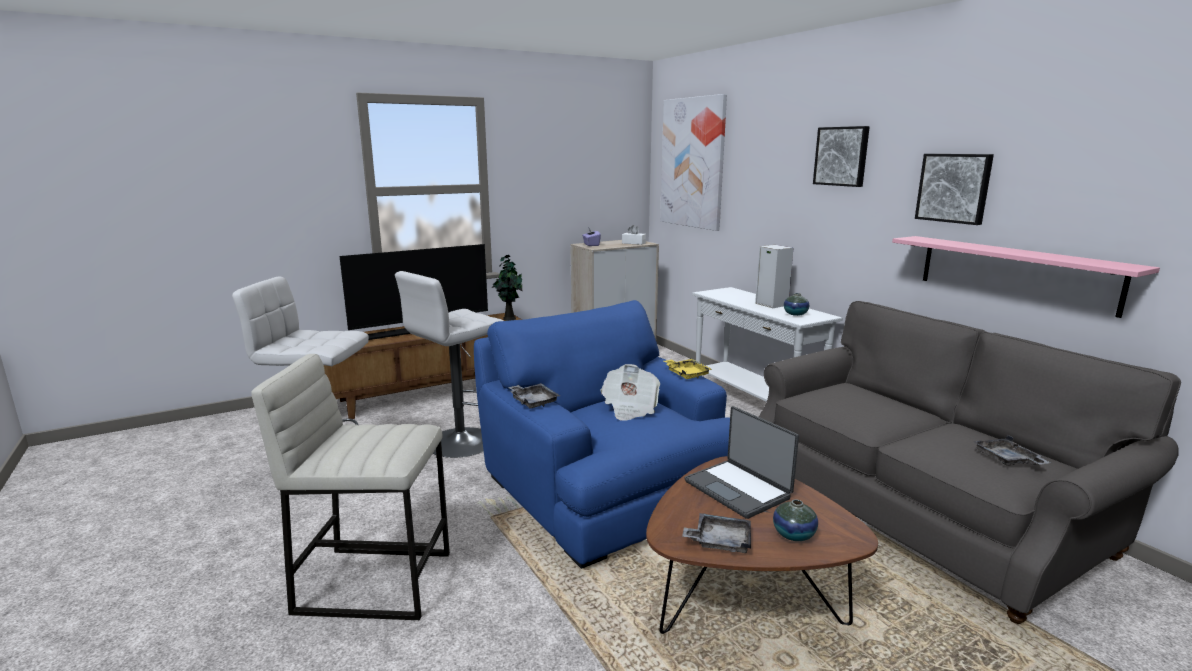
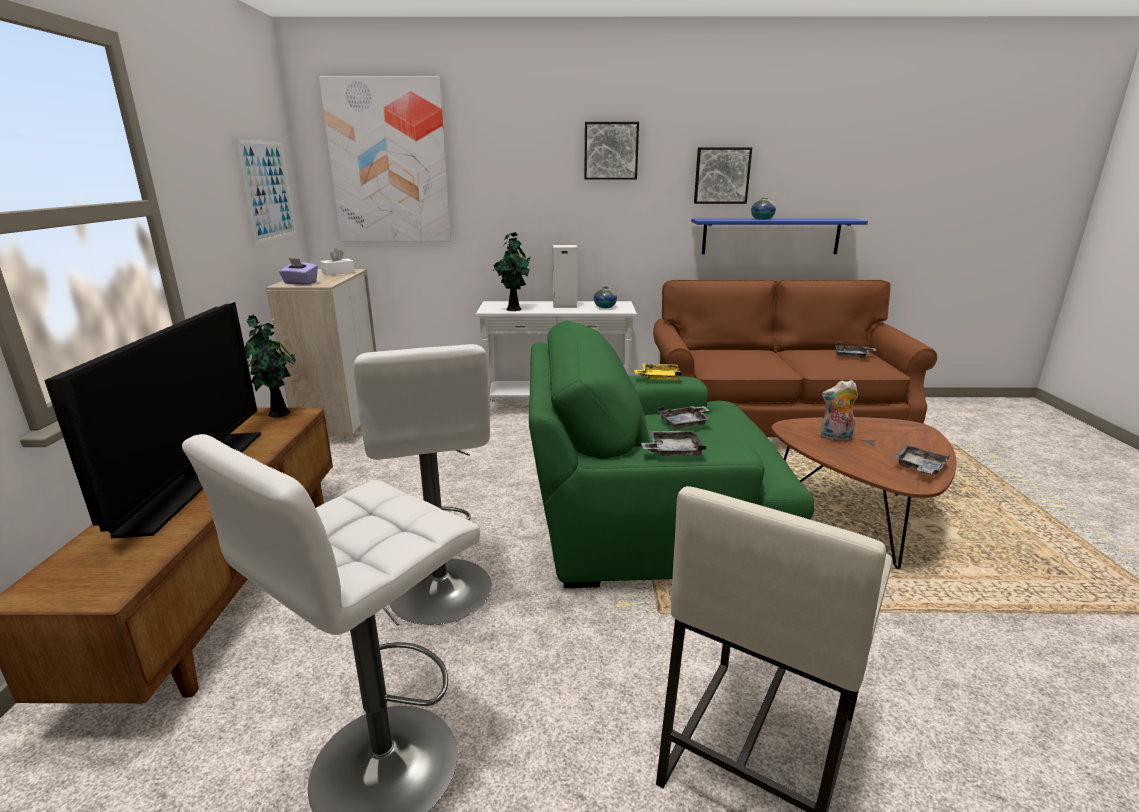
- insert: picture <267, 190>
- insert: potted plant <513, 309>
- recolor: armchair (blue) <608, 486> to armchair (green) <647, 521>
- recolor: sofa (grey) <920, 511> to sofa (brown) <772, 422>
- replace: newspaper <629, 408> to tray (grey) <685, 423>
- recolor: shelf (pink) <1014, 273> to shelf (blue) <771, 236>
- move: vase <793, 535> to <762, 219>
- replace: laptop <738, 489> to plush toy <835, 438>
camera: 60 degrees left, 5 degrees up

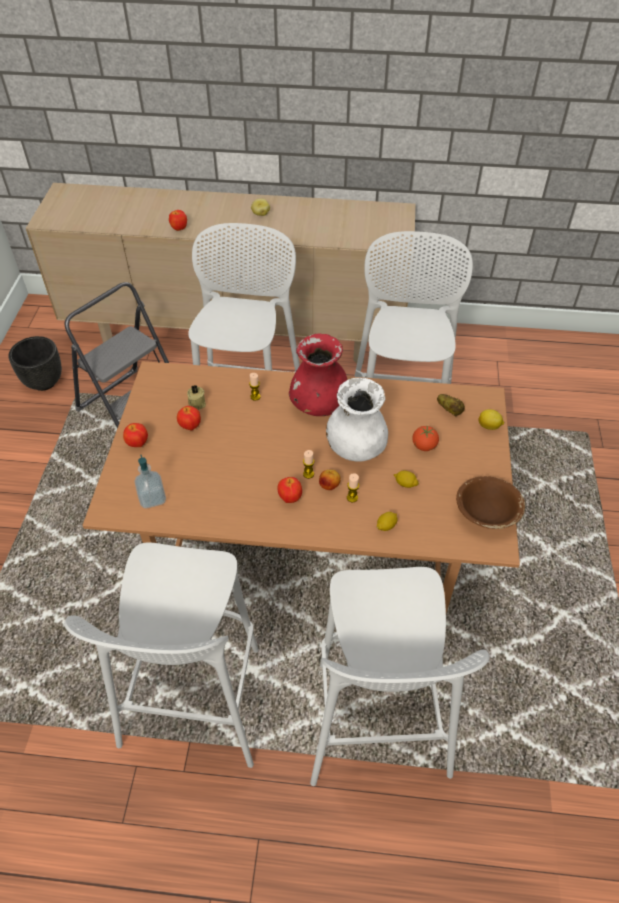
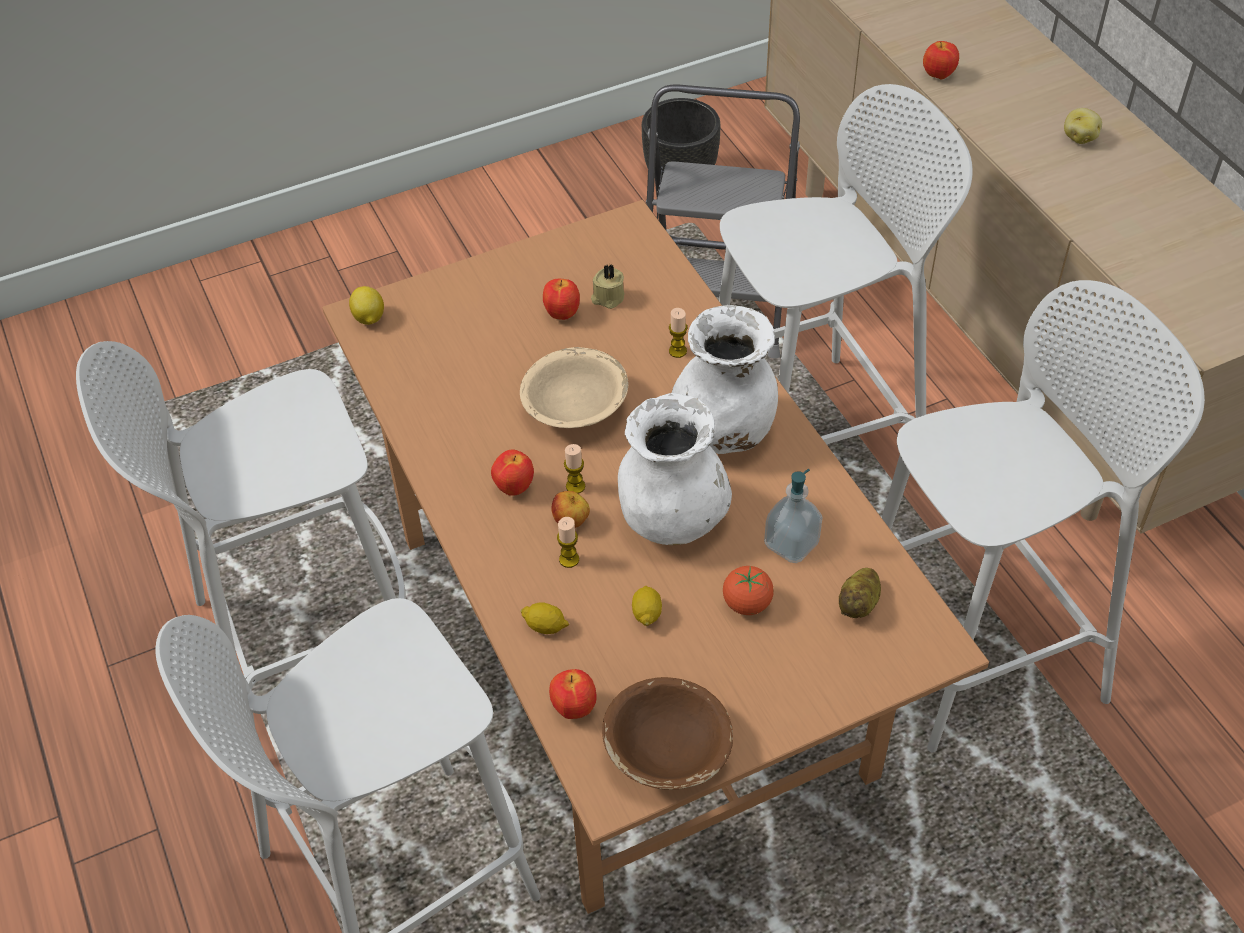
- move: lemon <489, 426> to <369, 318>
- insert: bowl (beige) <575, 408>
- move: apple <137, 444> to <573, 708>
- recolor: vase (red) <319, 405> to vase (white) <724, 431>
- move: soap dispenser <152, 498> to <791, 544>
camera: 60 degrees right, 0 degrees up

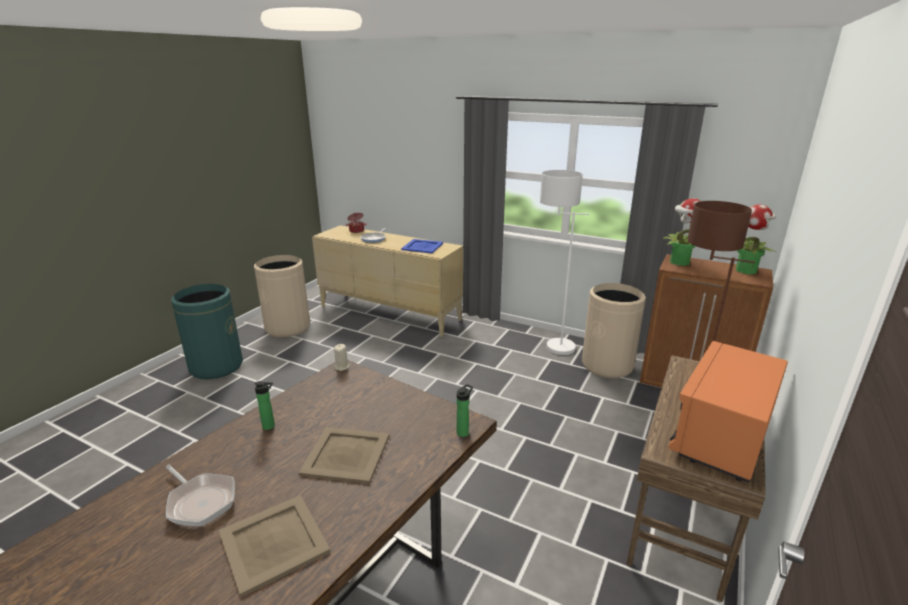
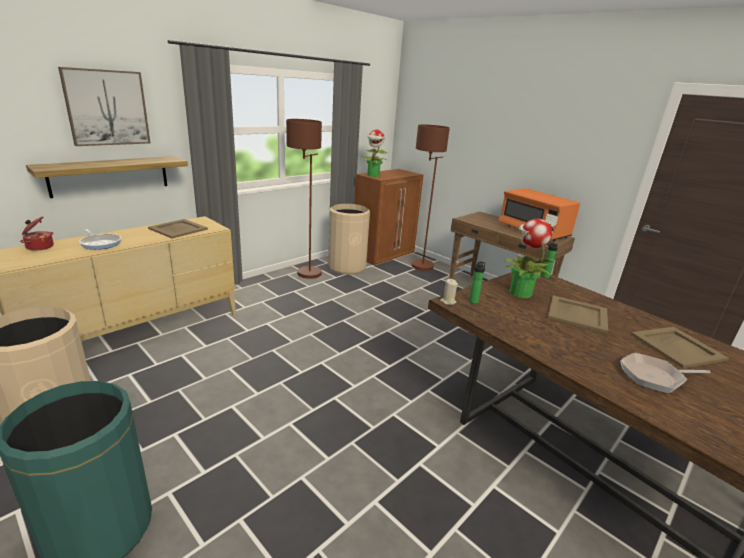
- insert: shelf <110, 176>
- insert: picture <107, 108>
- recolor: tray (blue) <422, 246> to tray (beige) <178, 229>
- recolor: floor lamp (white) <551, 347> to floor lamp (brown) <305, 276>
- move: bottle <270, 426> to <473, 301>
- move: potted plant <746, 270> to <520, 292>
- rotate: frying pan <200, 501> = <655, 377> 150 degrees counterclockwise
camera: 75 degrees left, 0 degrees up

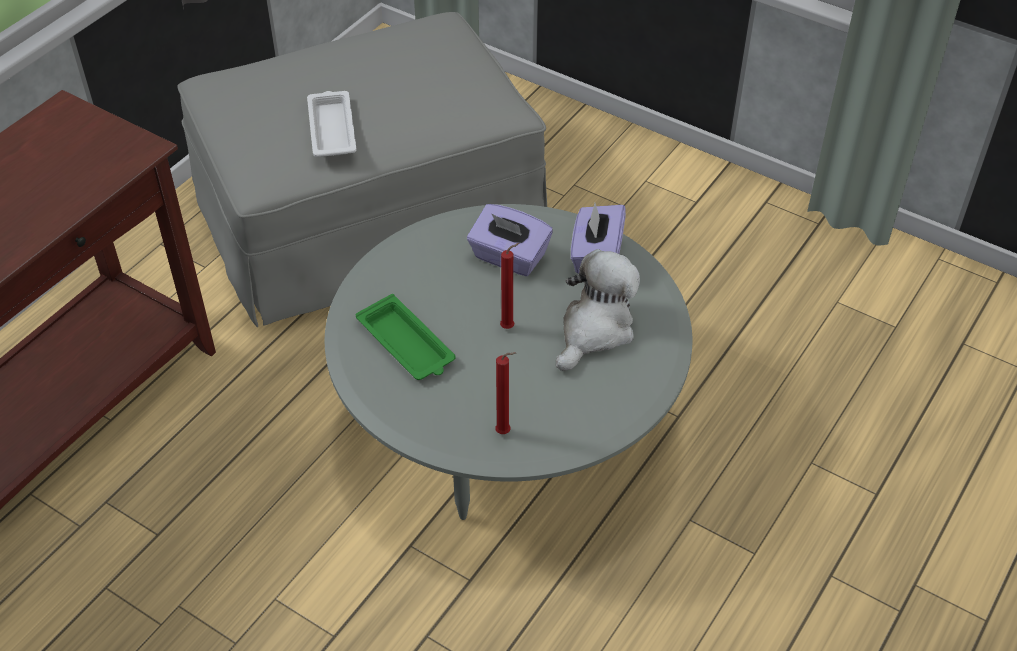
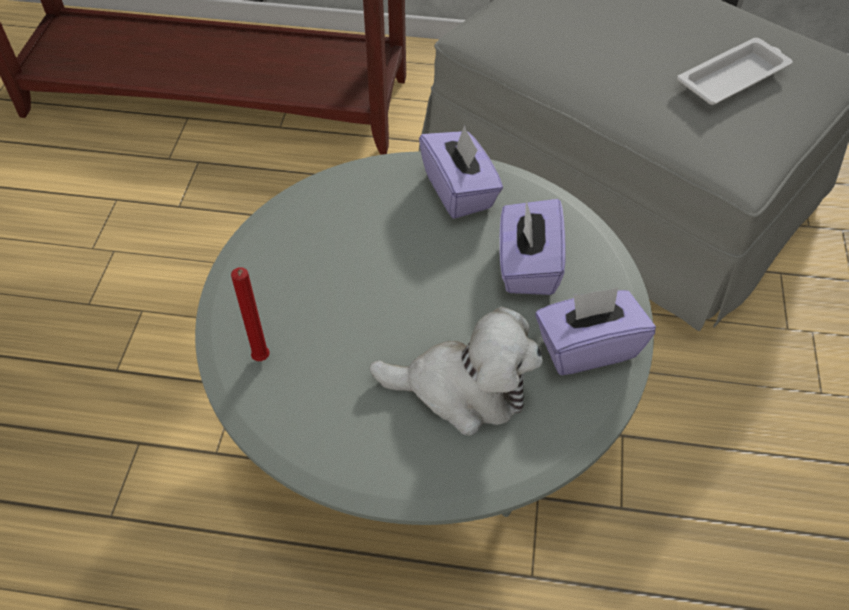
- insert: tissue box (purple) <459, 191>
- move: tray (white) <332, 128> to <734, 77>
- delete: tray (green) <407, 344>
- delete: candle (red) <509, 327>
camera: 65 degrees right, 5 degrees up

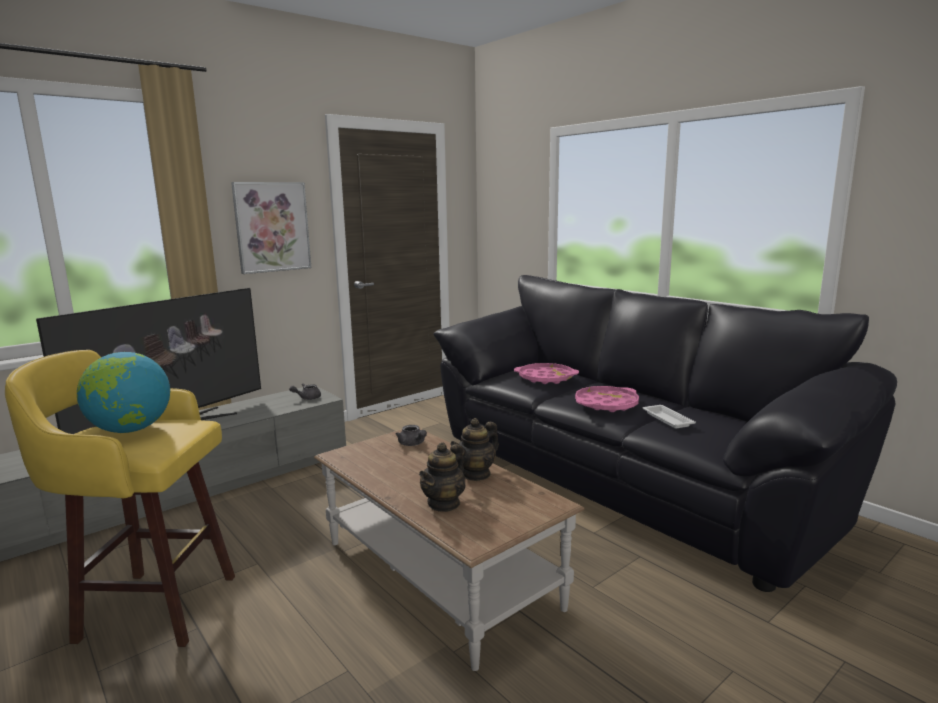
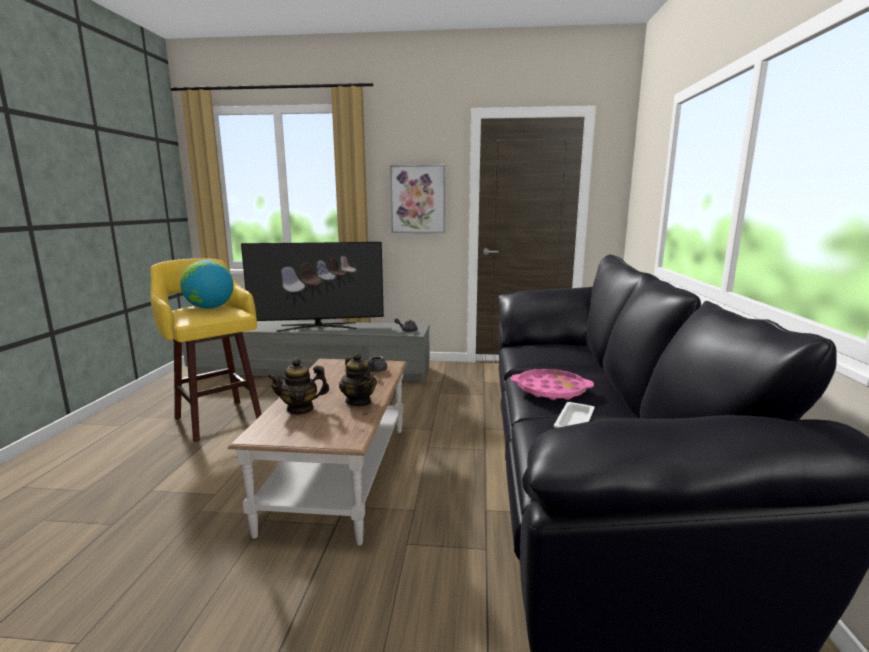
- rotate: teapot <476, 474> = <359, 401> 120 degrees counterclockwise
- delete: tray (pink) <545, 378>
camera: 45 degrees right, 0 degrees up

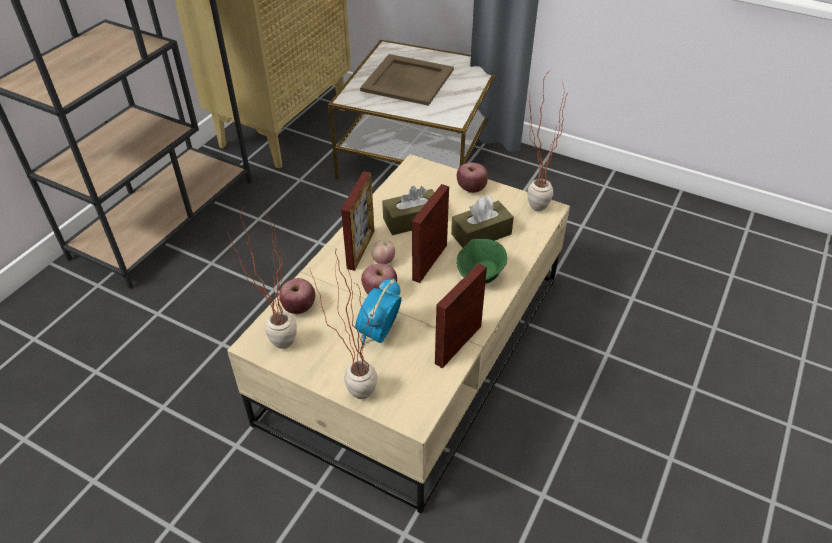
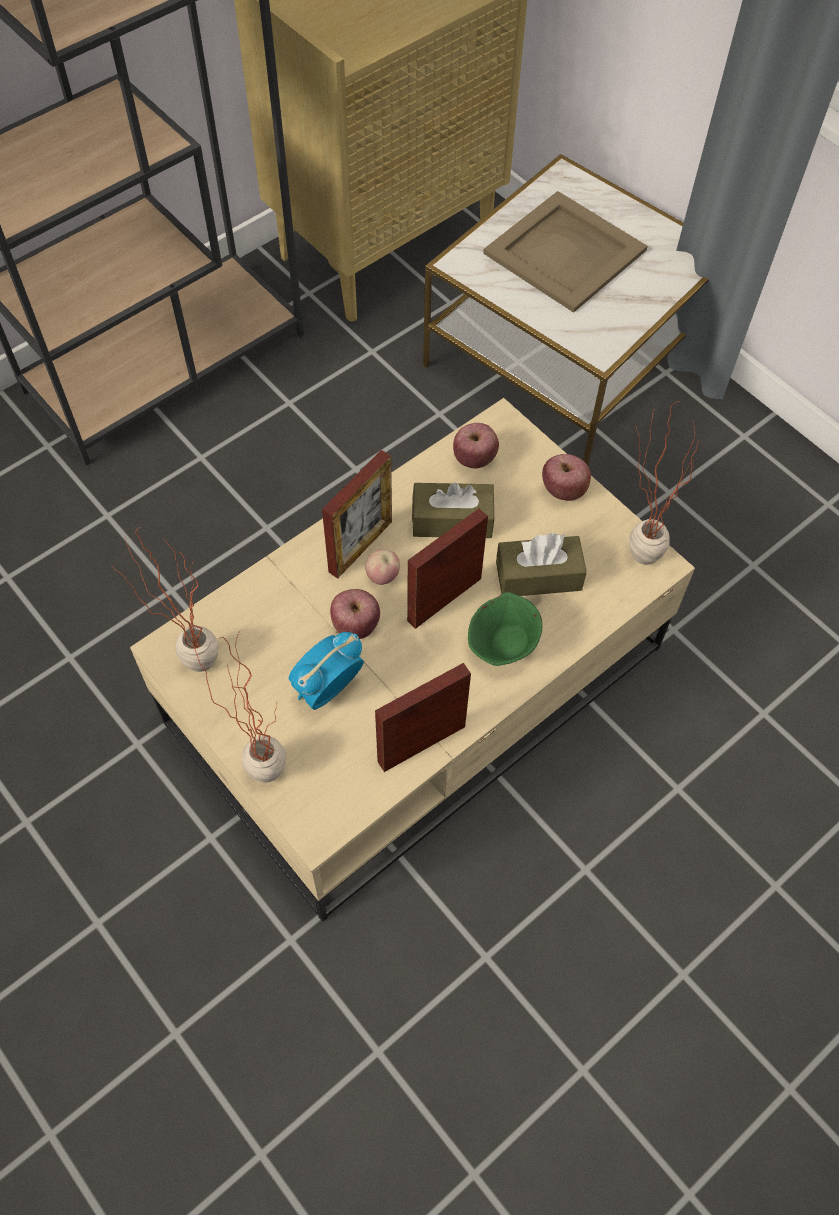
- move: apple <299, 307> to <474, 459>
camera: 20 degrees right, 15 degrees up

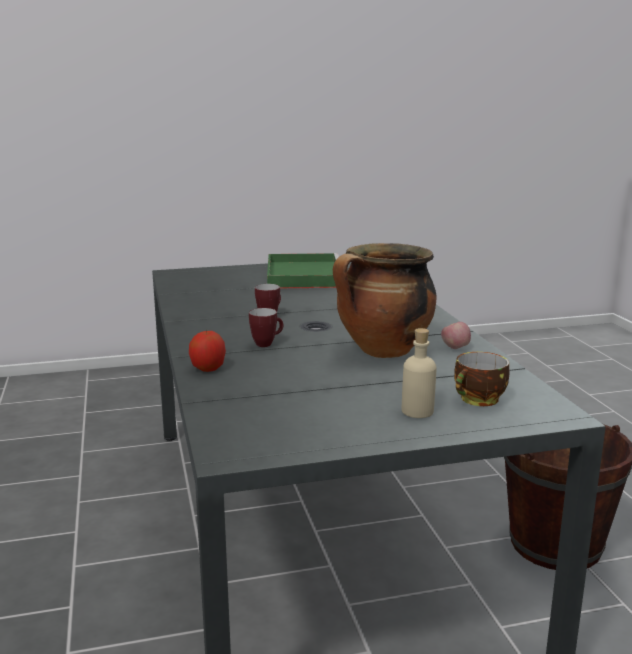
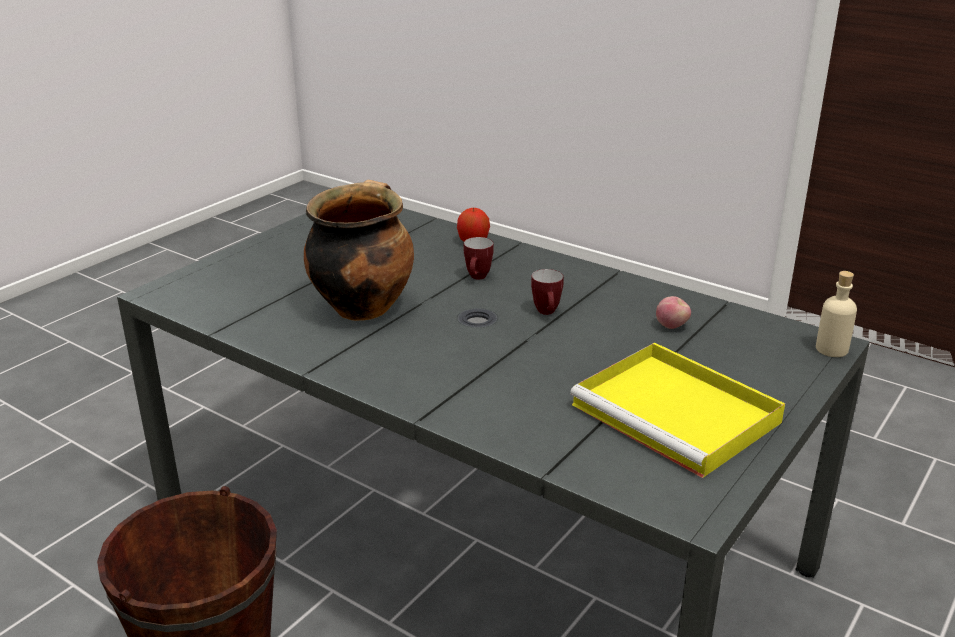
- recolor: tray (green) <303, 275> to tray (yellow) <679, 414>
- move: apple <455, 348> to <672, 326>
- move: bottle (beige) <417, 411> to <831, 349>
- delete: cup <479, 400>
camera: 140 degrees right, 10 degrees up

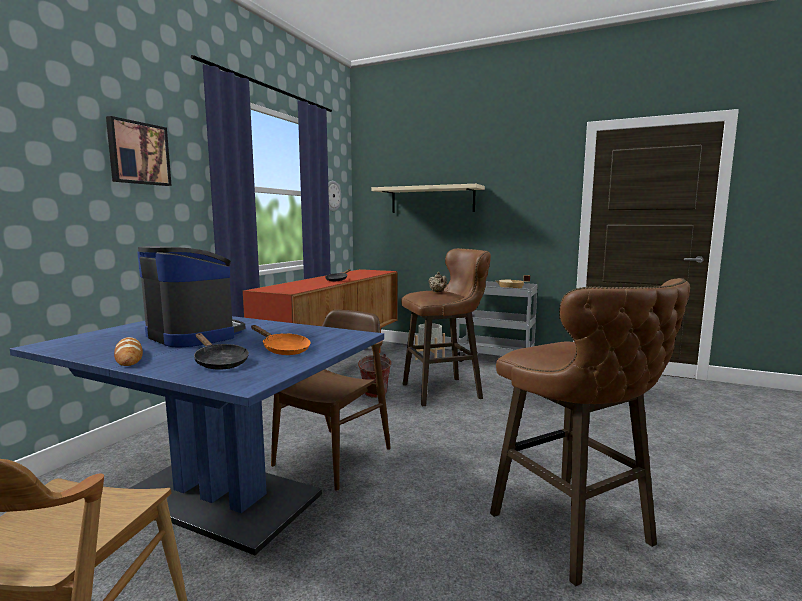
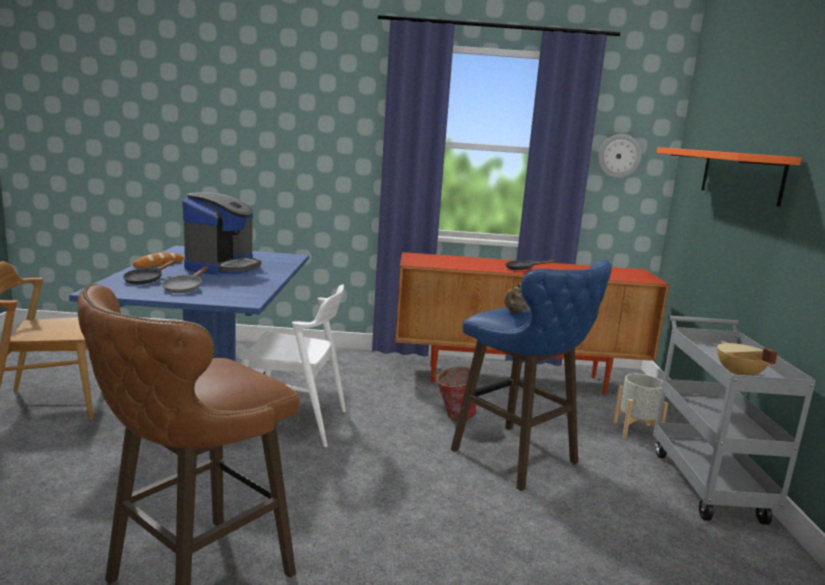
- recolor: frying pan (orange) <283, 350> to frying pan (grey) <184, 288>
- recolor: chair (brown) <334, 457> to chair (white) <293, 423>
- recolor: stool (brown) <445, 391> to stool (blue) <518, 458>
- recolor: shelf (beige) <432, 200> to shelf (orange) <740, 175>
- delete: picture <138, 153>
camera: 65 degrees right, 5 degrees up

